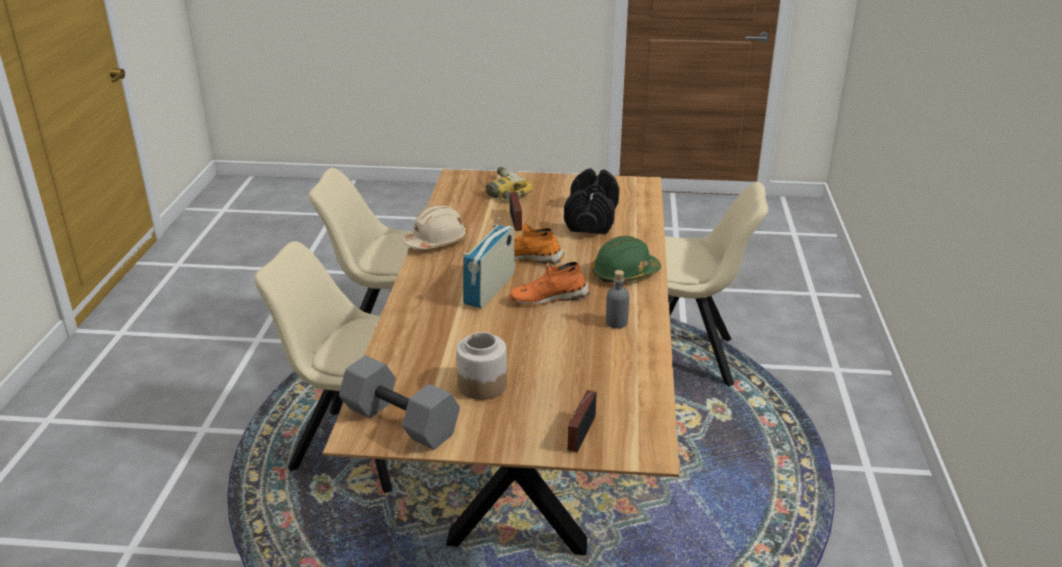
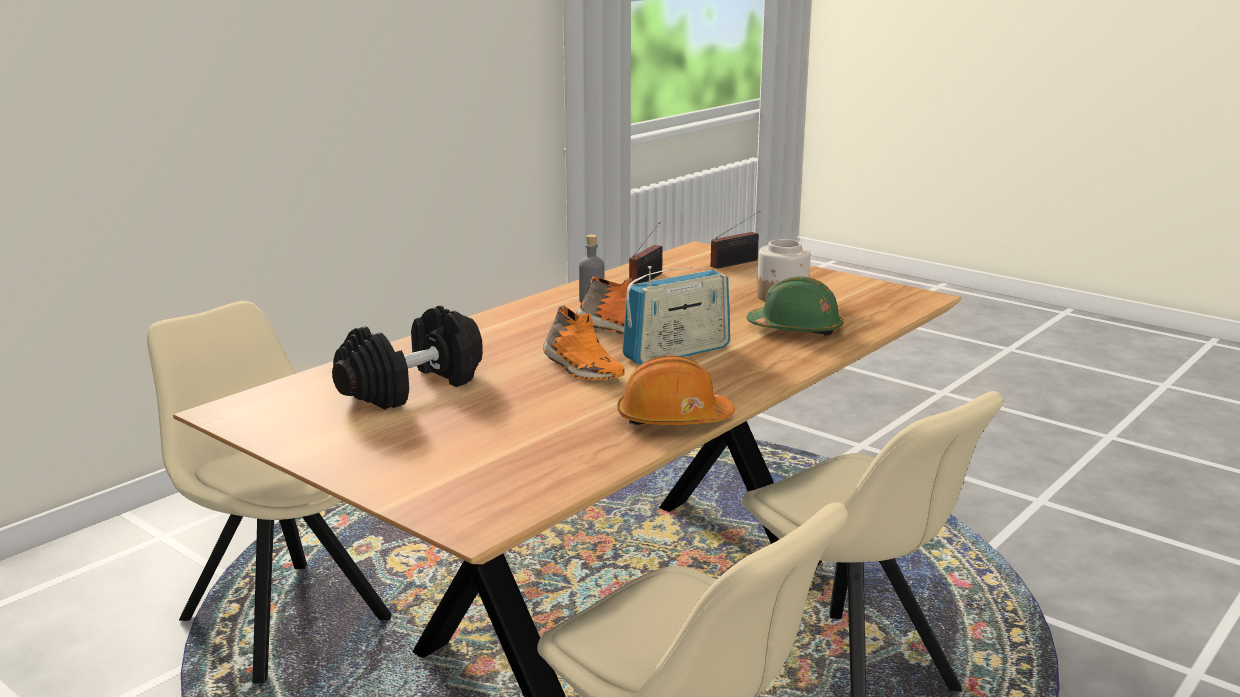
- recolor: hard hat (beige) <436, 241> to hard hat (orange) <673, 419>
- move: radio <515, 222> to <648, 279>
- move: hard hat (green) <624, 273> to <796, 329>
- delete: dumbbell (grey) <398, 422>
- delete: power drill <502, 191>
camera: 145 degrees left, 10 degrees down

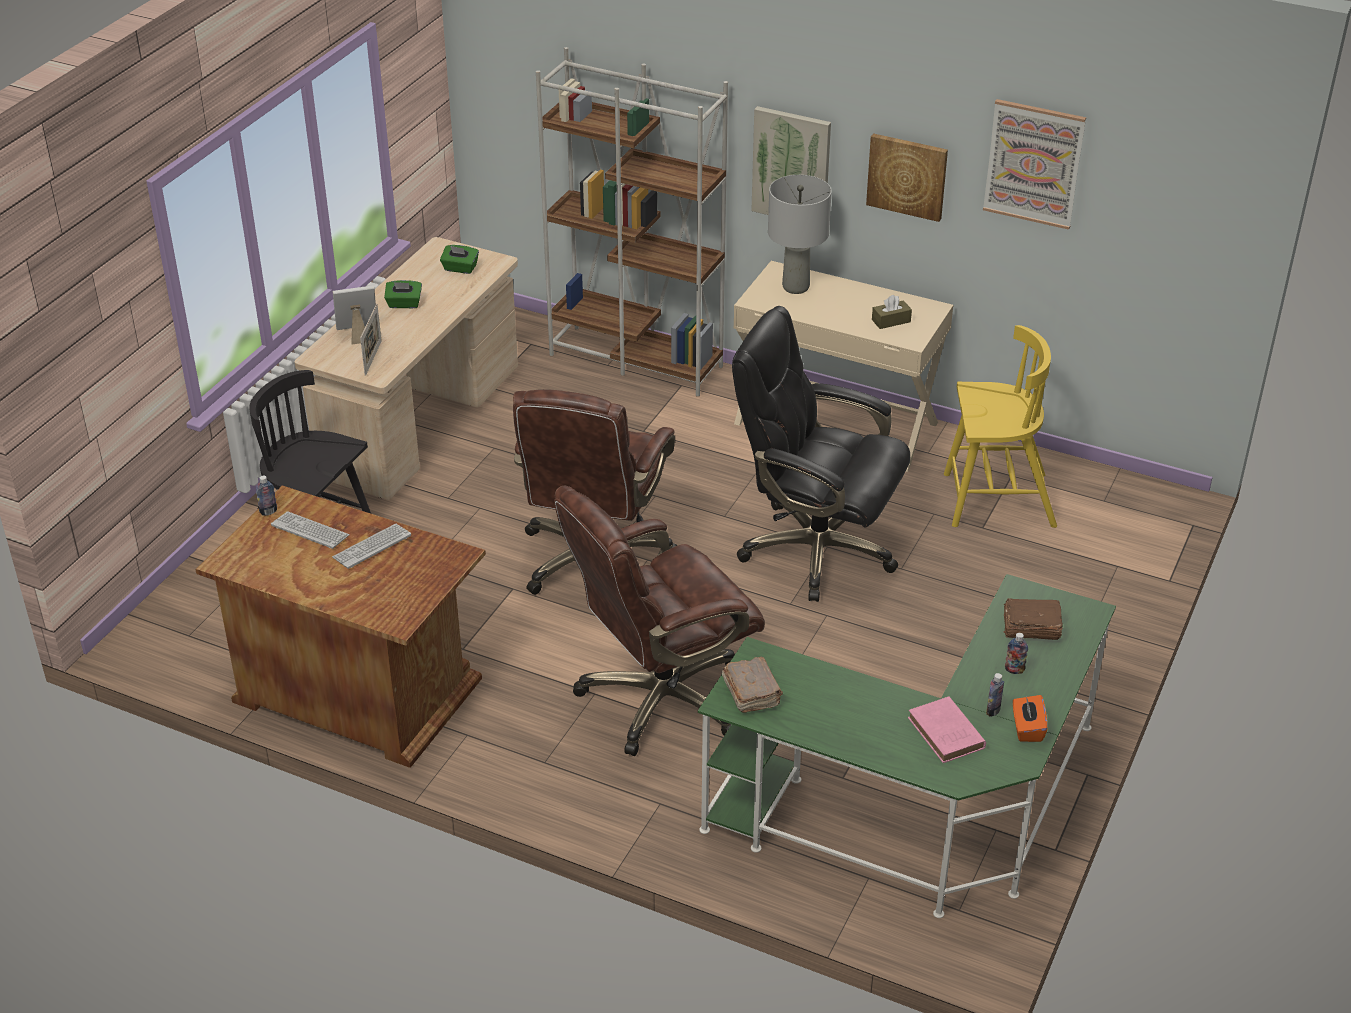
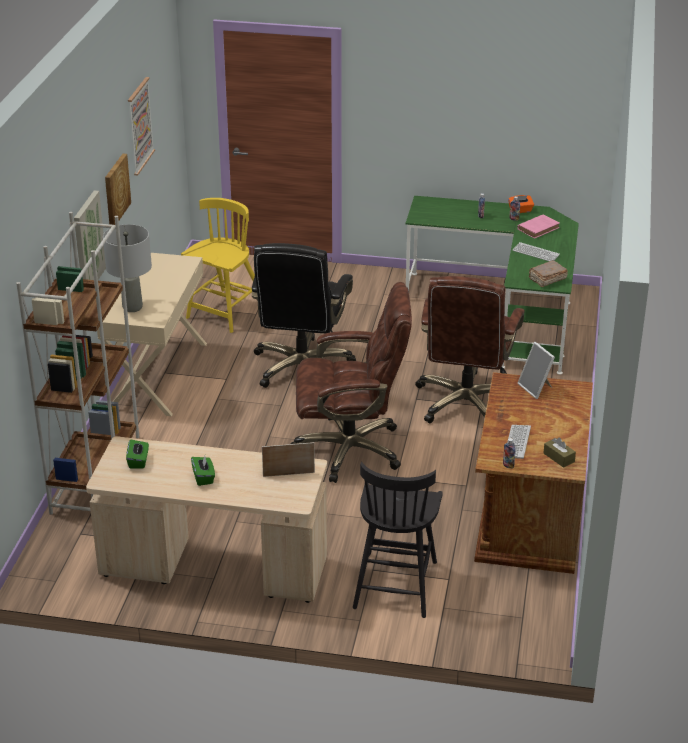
- rotate: chair (yellow) <996, 500> = <226, 311> 45 degrees clockwise
- rotate: office chair (brown) <663, 697> = <466, 401> 60 degrees clockwise
- move: keyboard <372, 547> to <535, 253>
- move: picture frame <358, 334> to <536, 388>
- move: tissue box (brown) <891, 321> to <559, 457>
- delete: book (brown) <1030, 628>
camera: 105 degrees left, 5 degrees down

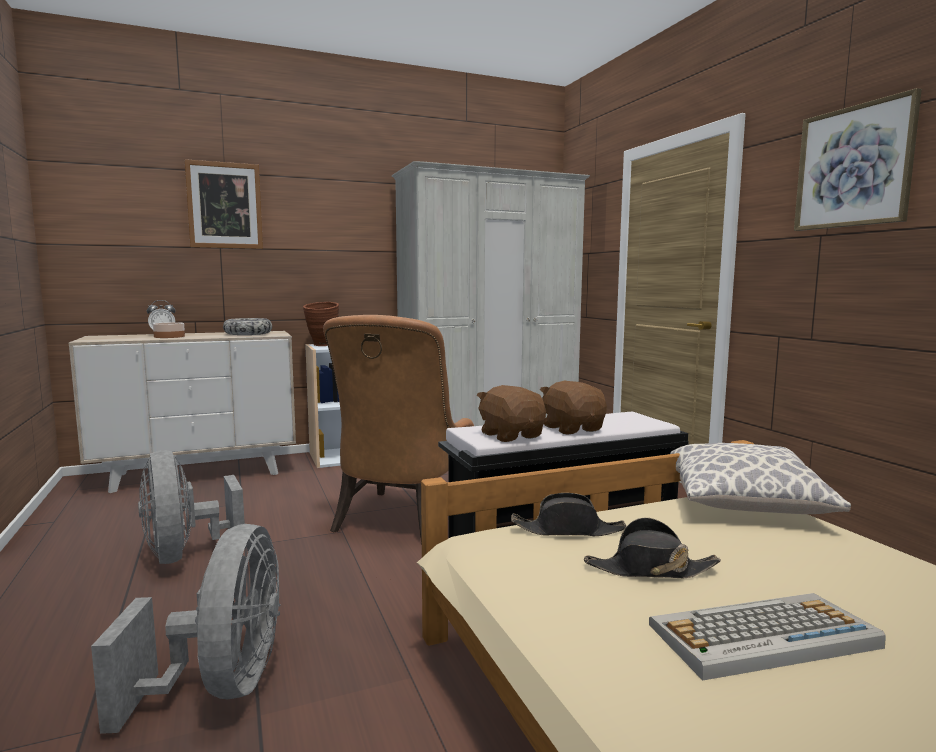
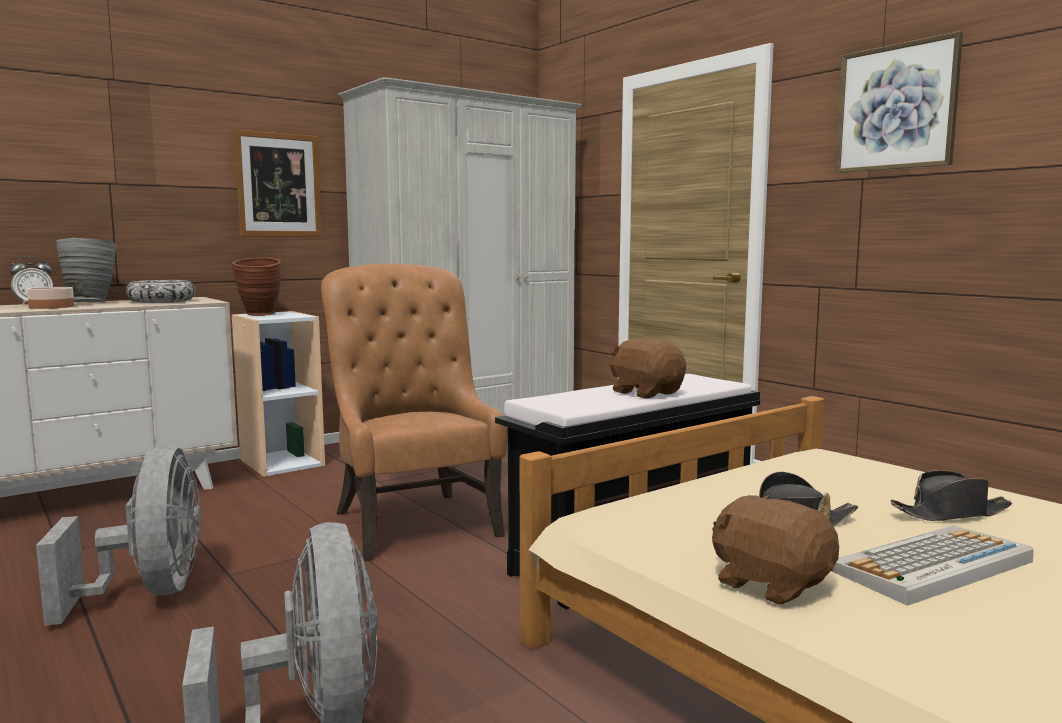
- rotate: fan (grey) <185, 554> = <149, 593> 150 degrees counterclockwise
- insert: vase (grey) <91, 302>
- move: picture <224, 205> to <278, 185>
- rotate: chair (brown) <401, 518> = <413, 523> 150 degrees clockwise
- move: plush toy (brown) <511, 435> to <771, 584>
- move: hat (black) <568, 530> to <951, 513>
- delete: pillow <747, 506>
camera: 15 degrees left, 0 degrees up

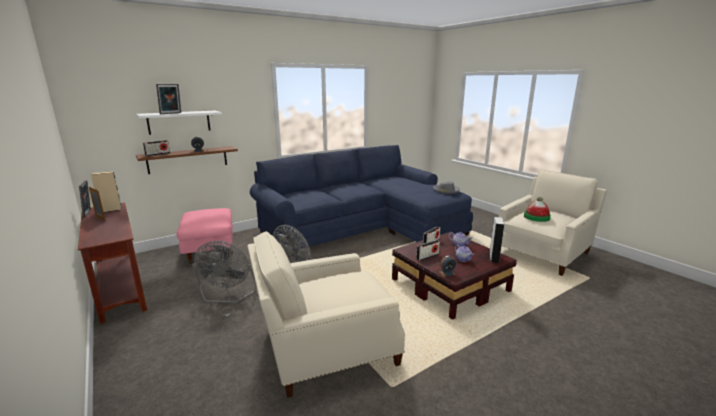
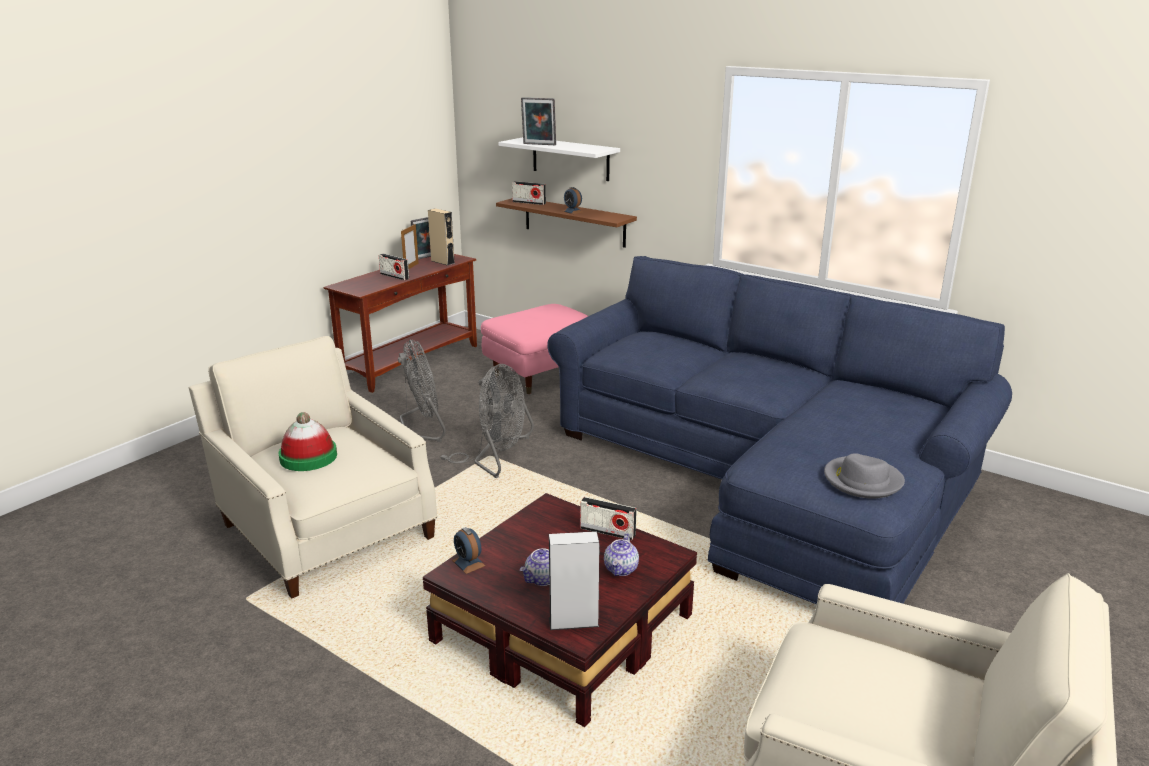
- move: hat <536, 217> to <308, 457>
- move: radio <427, 256> to <394, 276>
camera: 70 degrees right, 5 degrees up

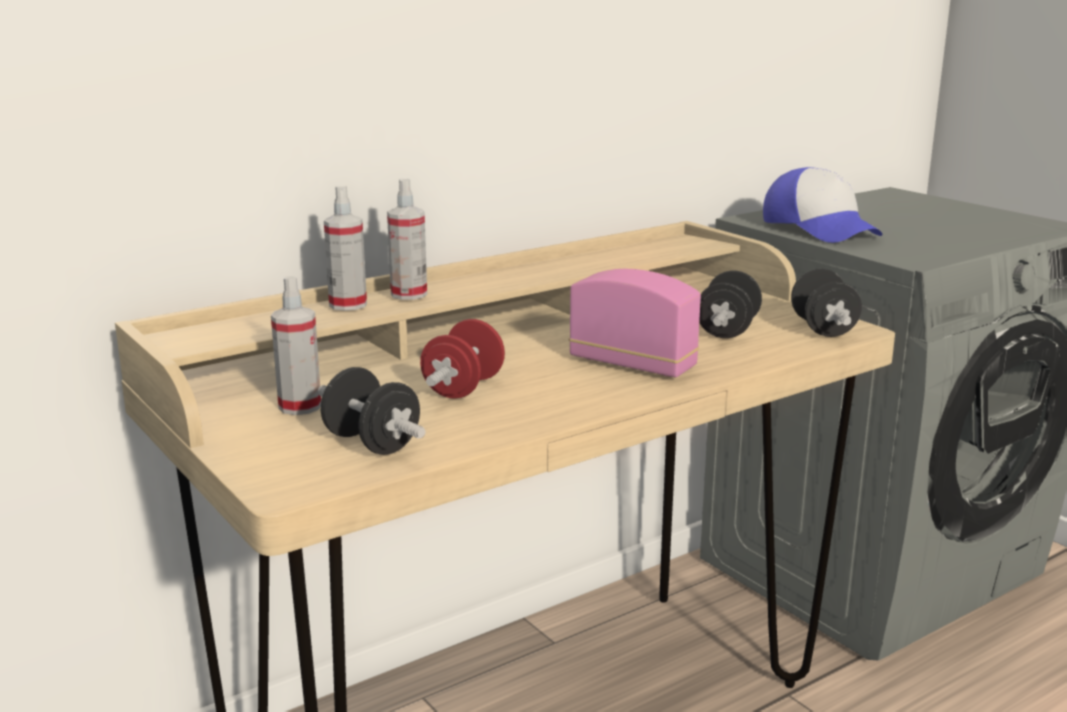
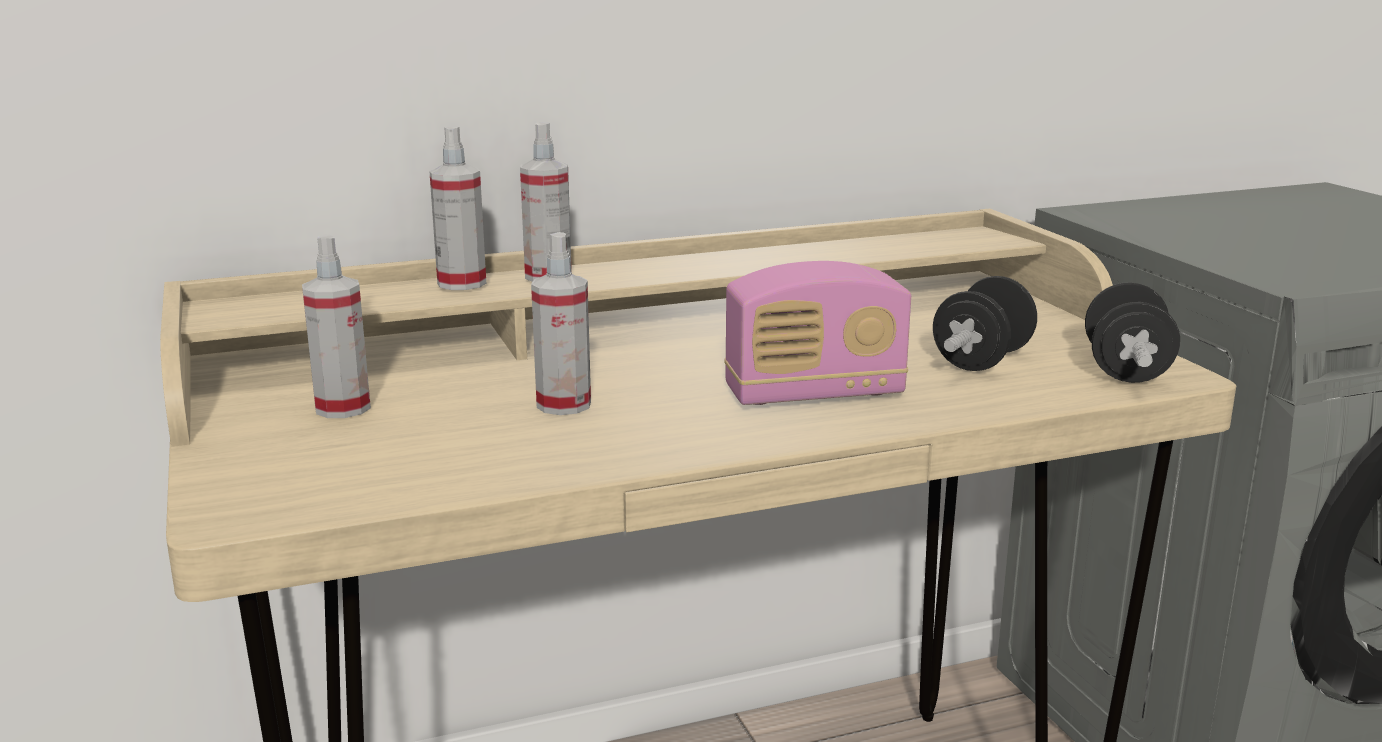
- replace: dumbbell (red) <463, 388> to spray bottle <564, 405>
- rotate: radio <632, 364> = <814, 394> 120 degrees clockwise
- delete: dumbbell (black) <372, 443>
- delete: cap <820, 228>
camera: 15 degrees right, 0 degrees up

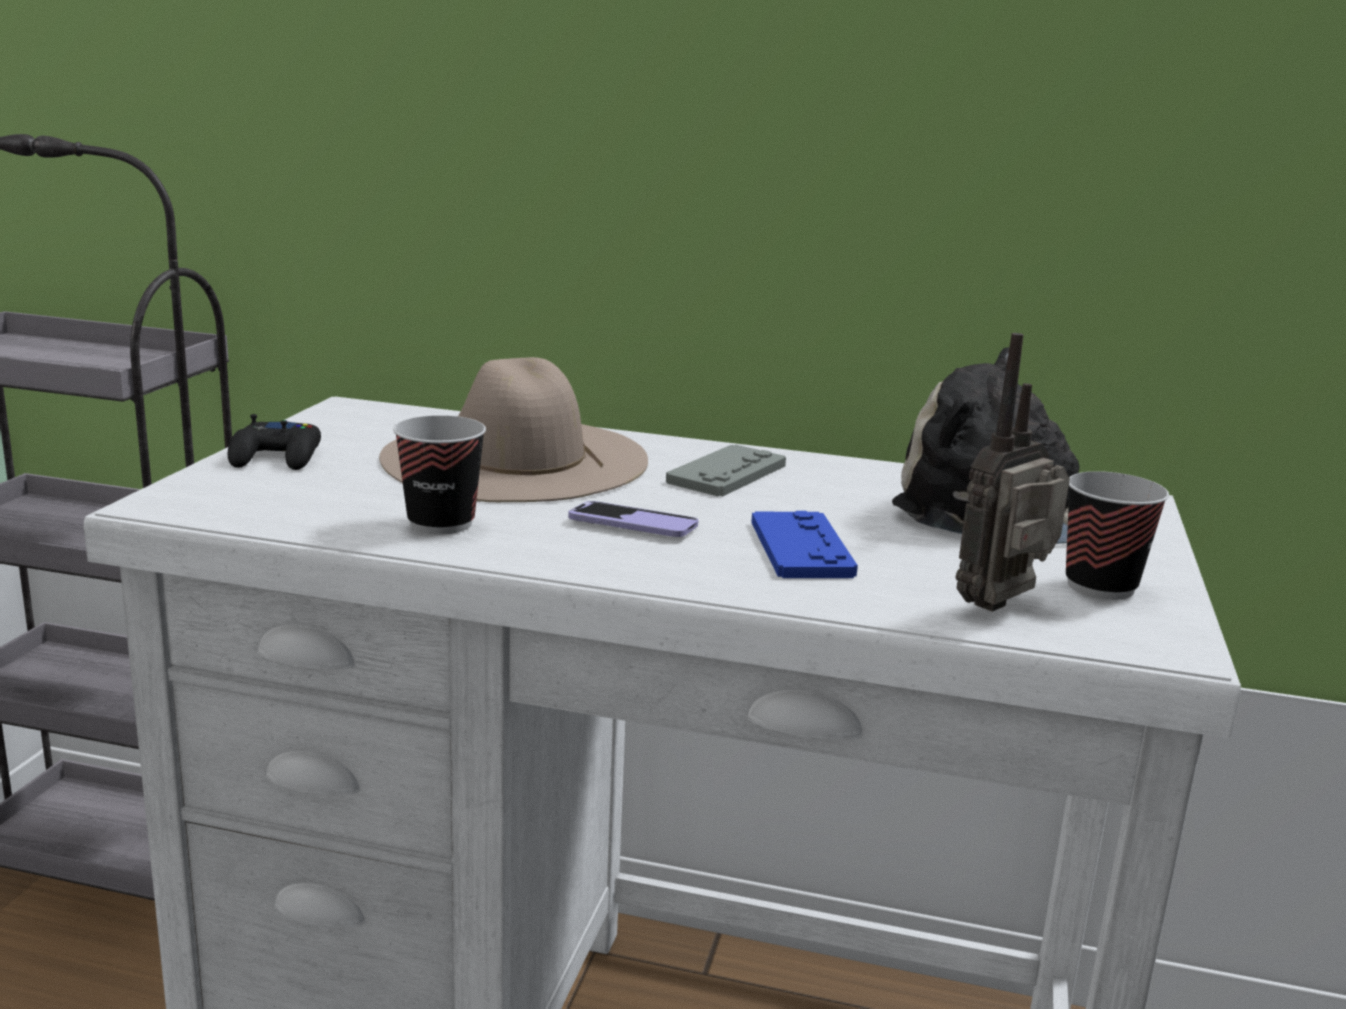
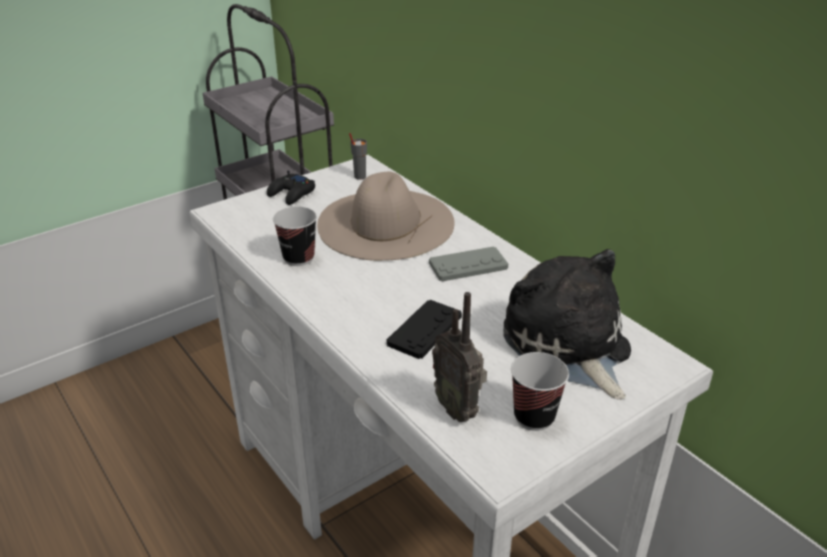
- insert: cup (grey) <359, 176>
- recolor: game controller (blue) <801, 548> to game controller (black) <425, 330>
- rotate: radio <1005, 608> = <458, 409> 120 degrees counterclockwise
- delete: phone <633, 524>
camera: 40 degrees right, 15 degrees up

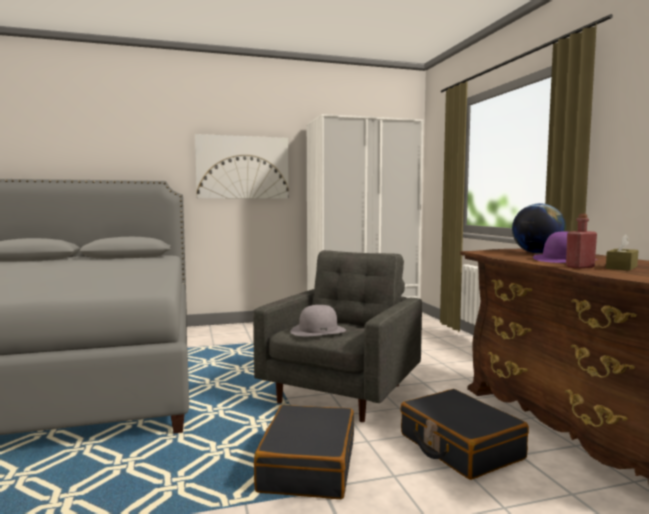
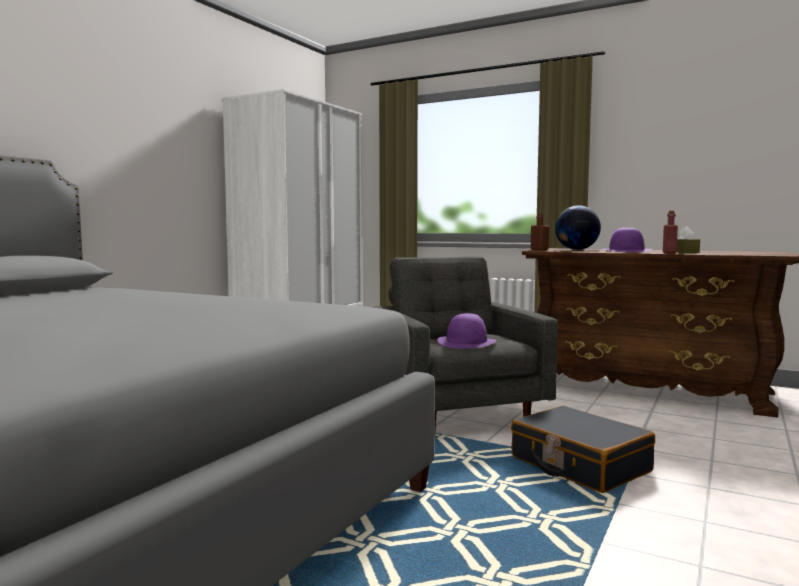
- recolor: hat (grey) <318, 330> to hat (purple) <466, 342>
- insert: bottle (brown) <539, 250>
- delete: picture <242, 167>
- delete: suitcase (black) <459, 446>
camera: 45 degrees left, 0 degrees up

